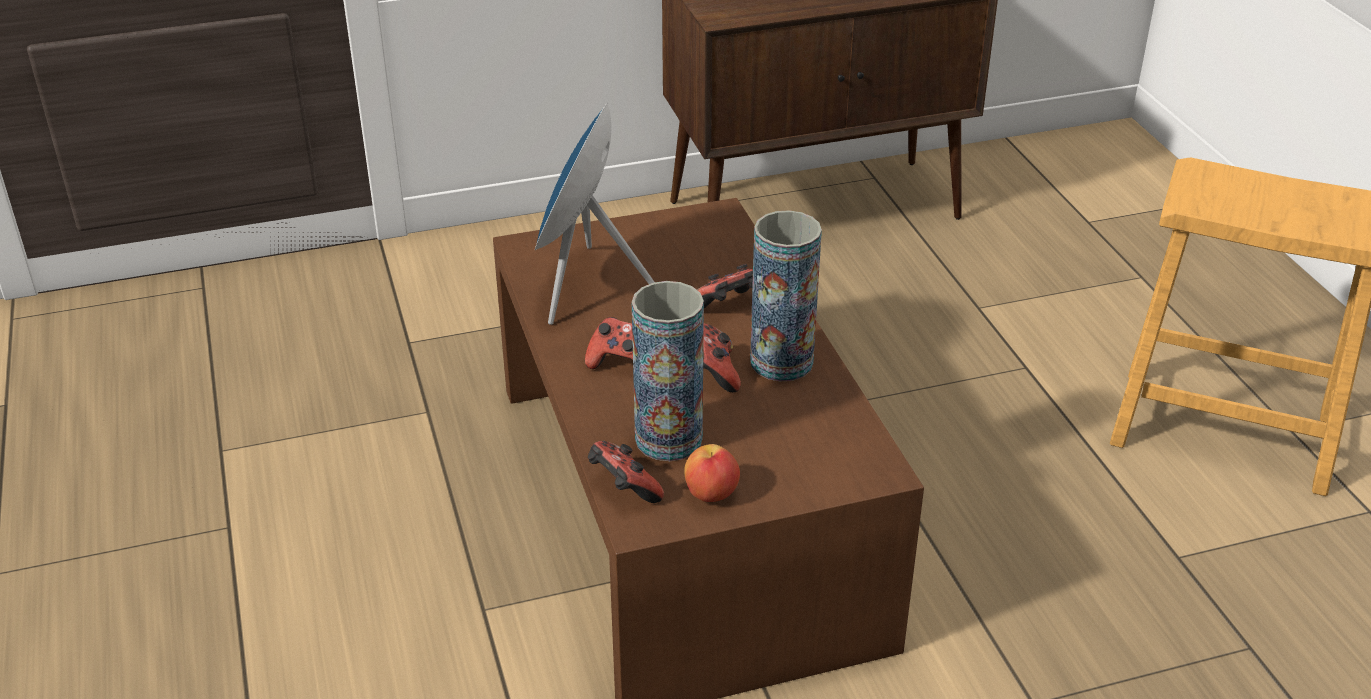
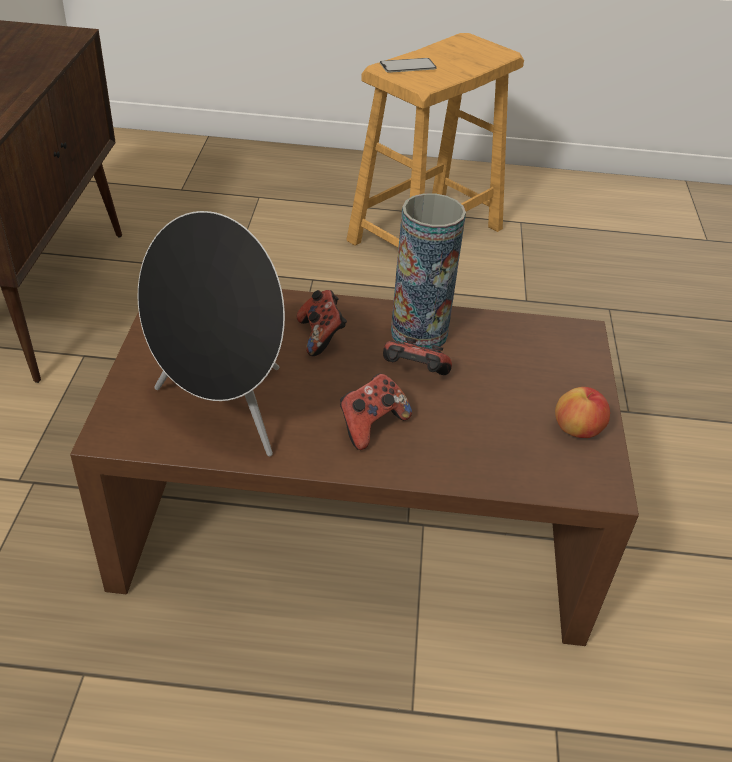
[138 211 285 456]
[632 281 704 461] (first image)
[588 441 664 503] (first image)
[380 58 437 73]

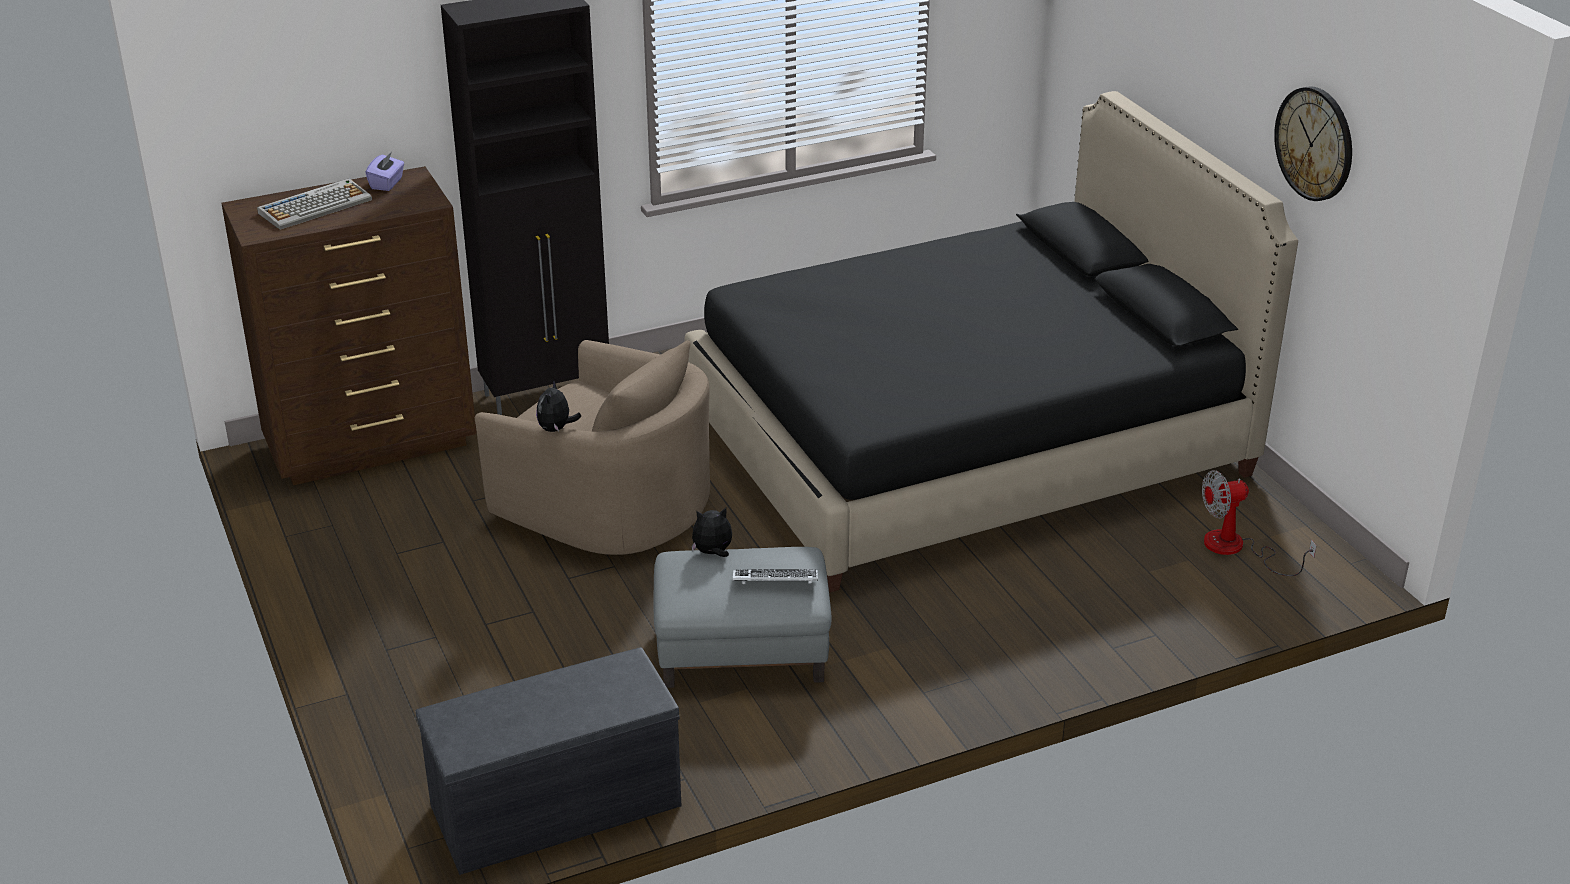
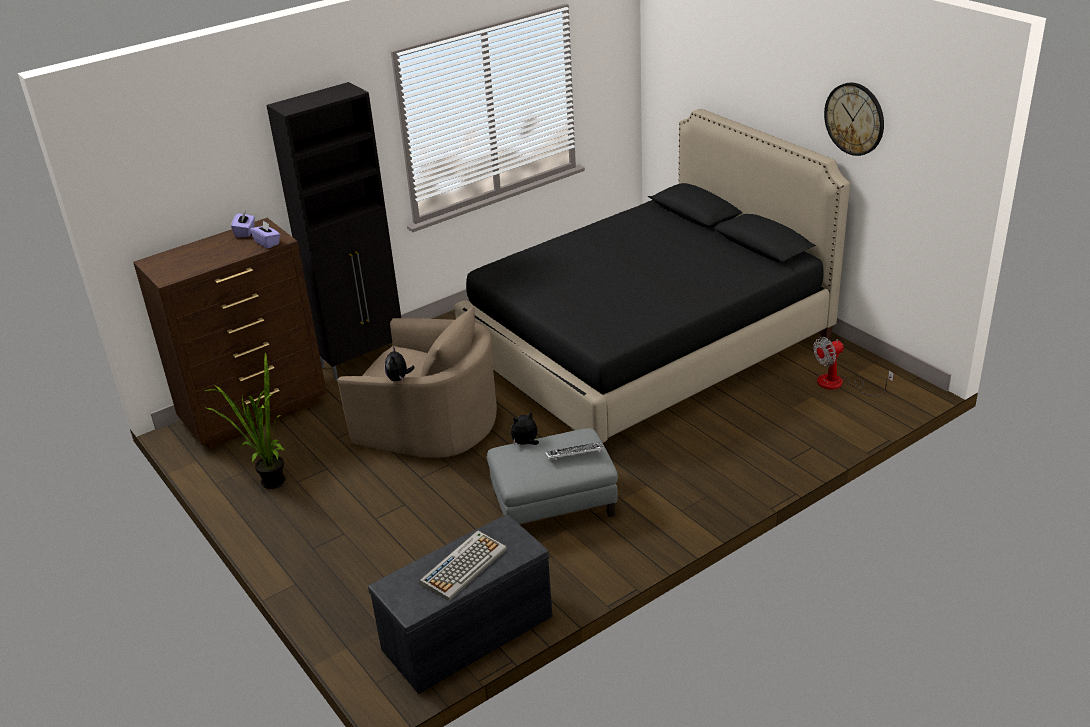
[419 531 507 601]
[250 220 280 249]
[205 353 286 489]

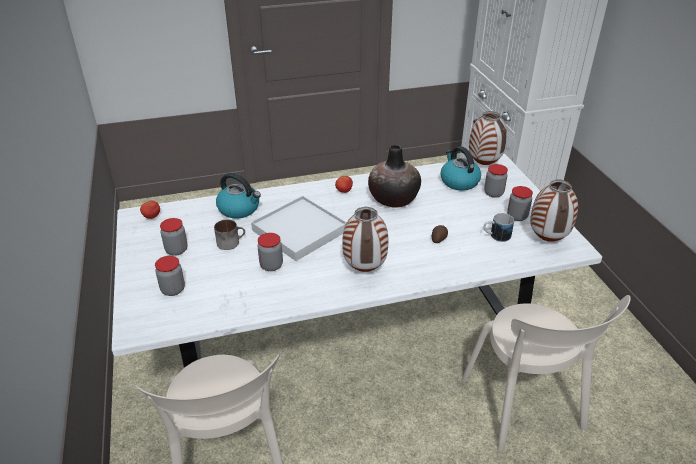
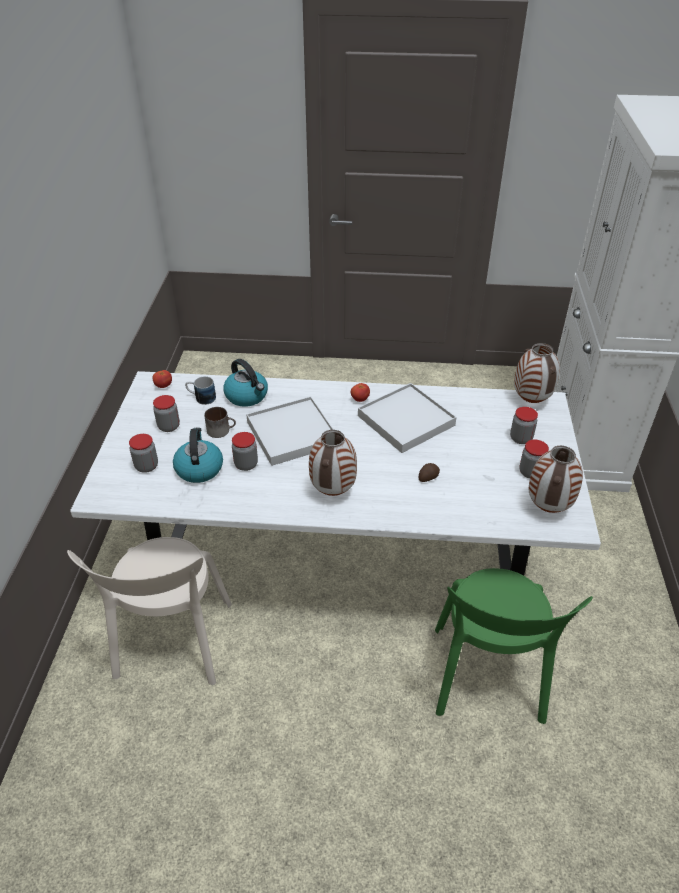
[358 383 457 453]
[173 427 223 483]
[185 376 216 405]
[435 568 593 724]

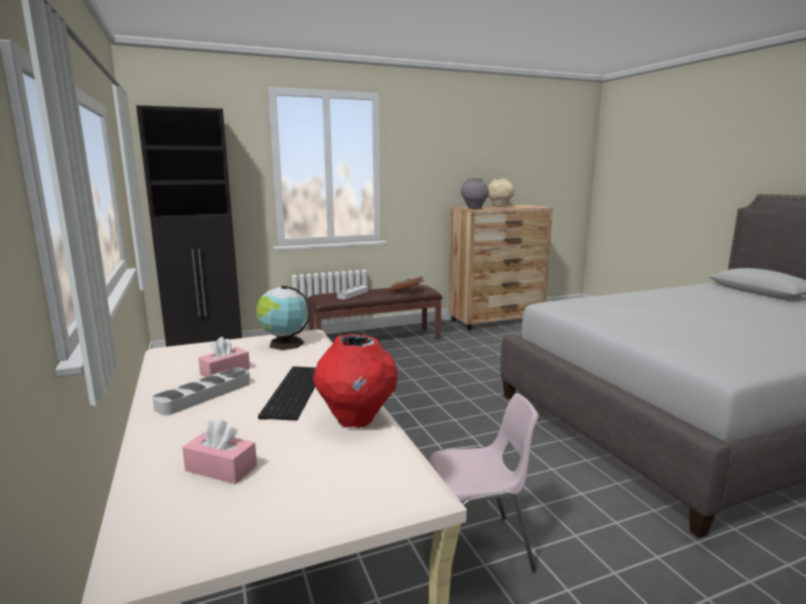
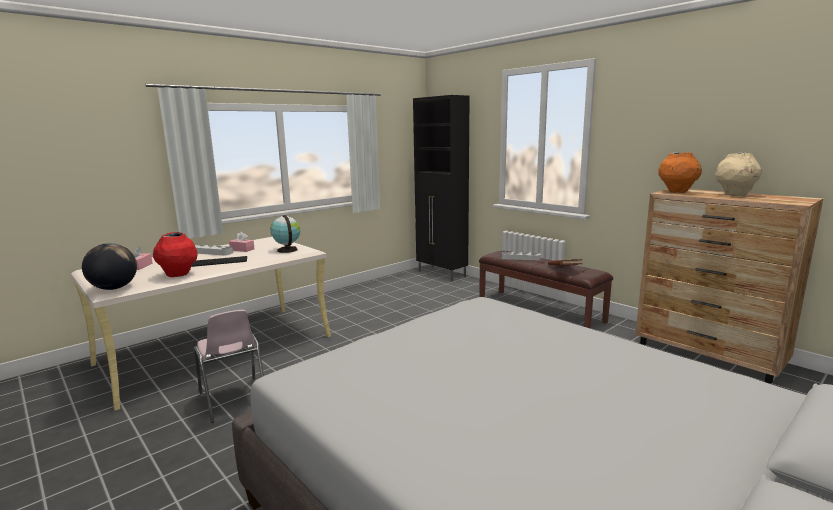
[658 152 702 193]
[82 243 137 290]

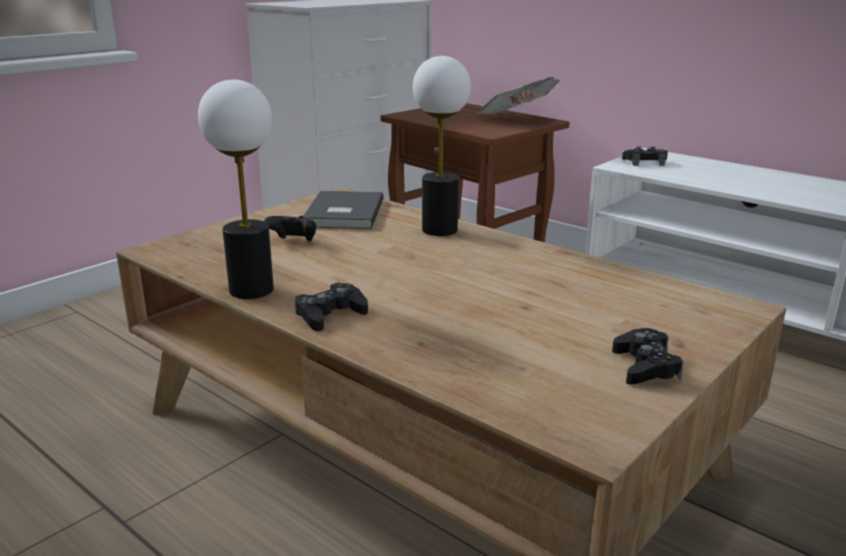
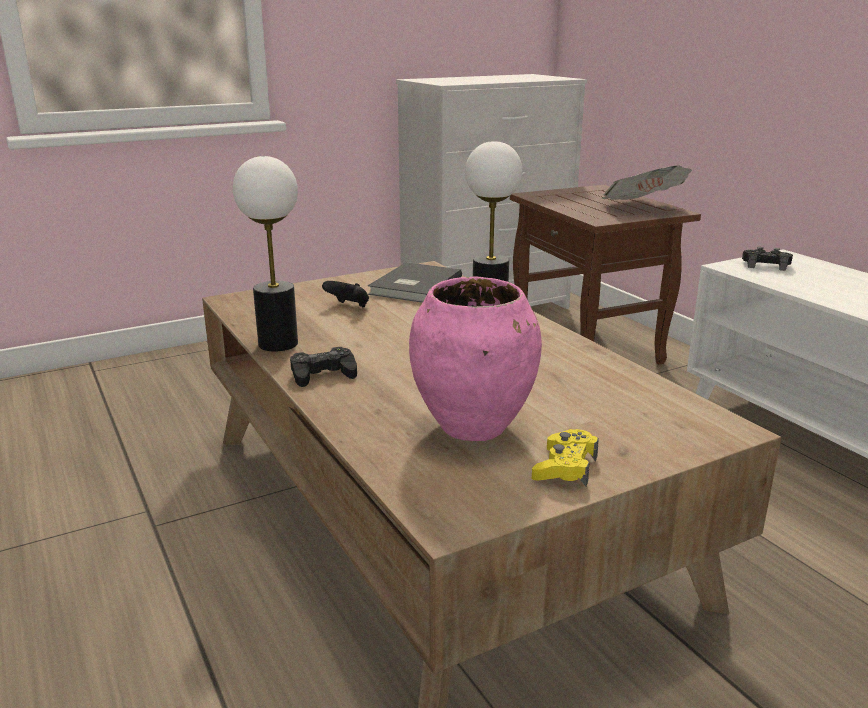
[532 429 599 486]
[409 276 542 441]

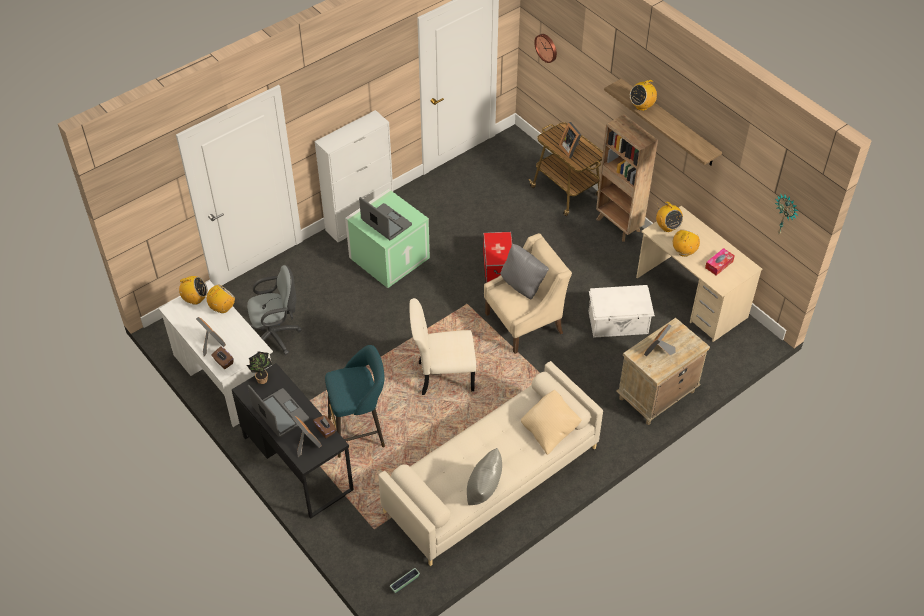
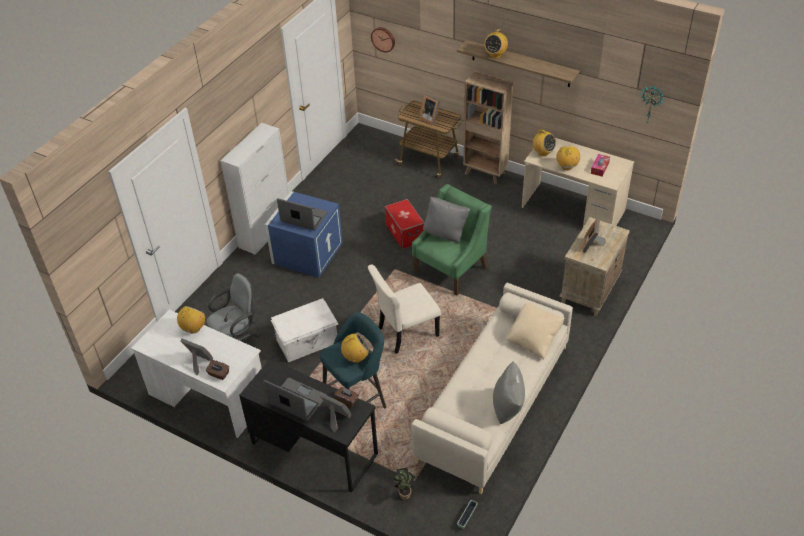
[265 191 343 278]
[412 184 492 296]
[341 333 370 363]
[271 298 338 362]
[392 467 415 500]

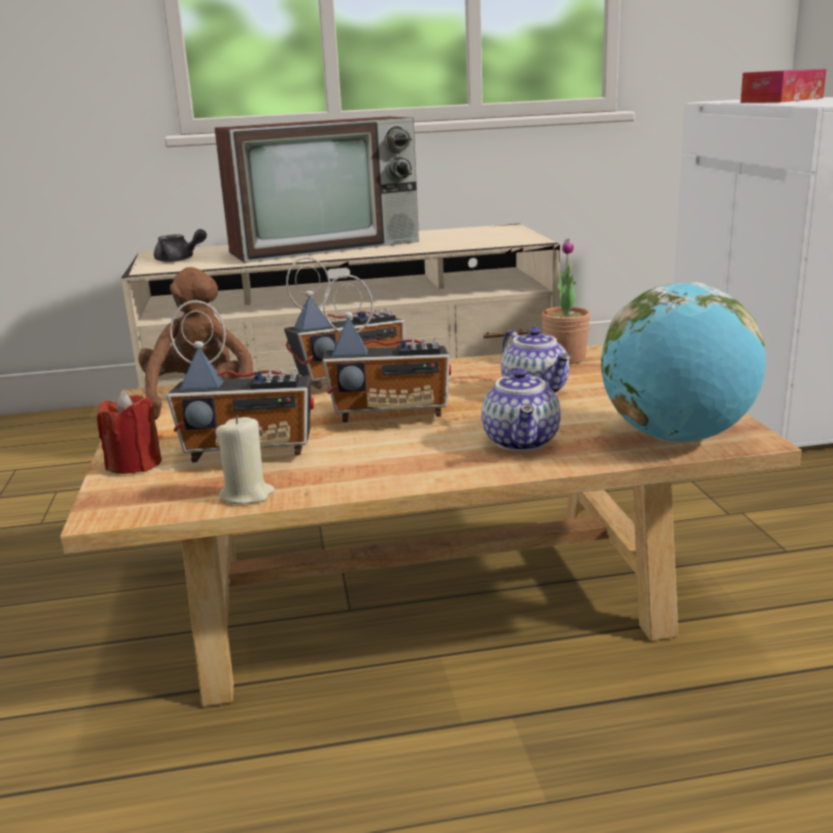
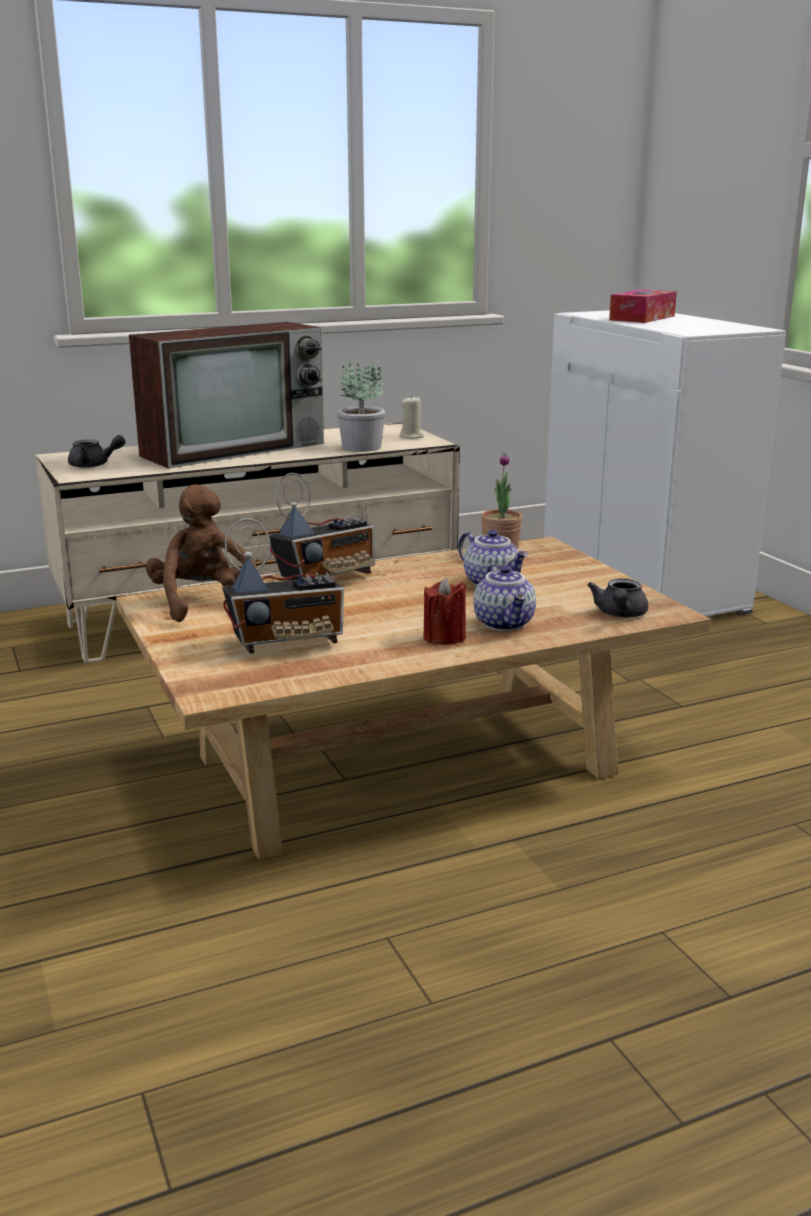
[322 275 451 422] (first image)
[587 578 648 617]
[423 577 467 645]
[399 395 424 438]
[337 362 385 452]

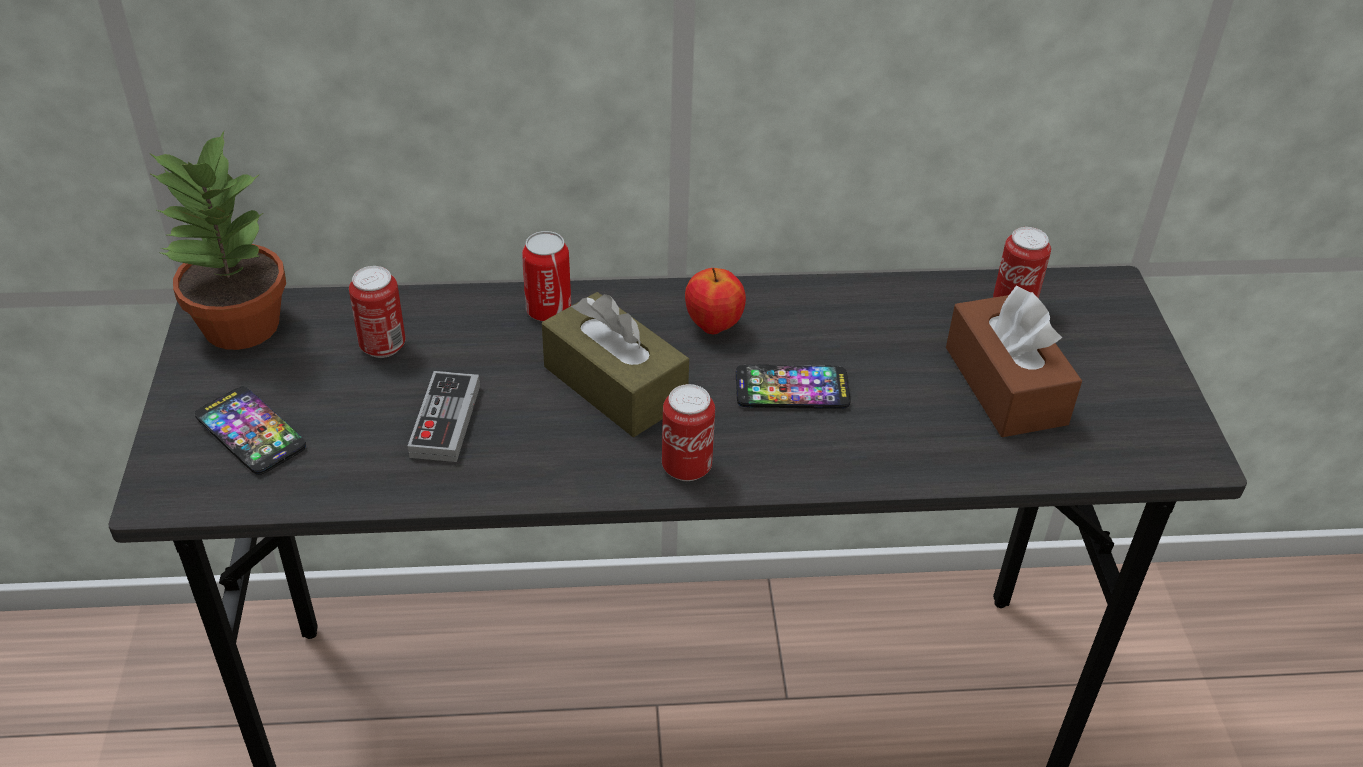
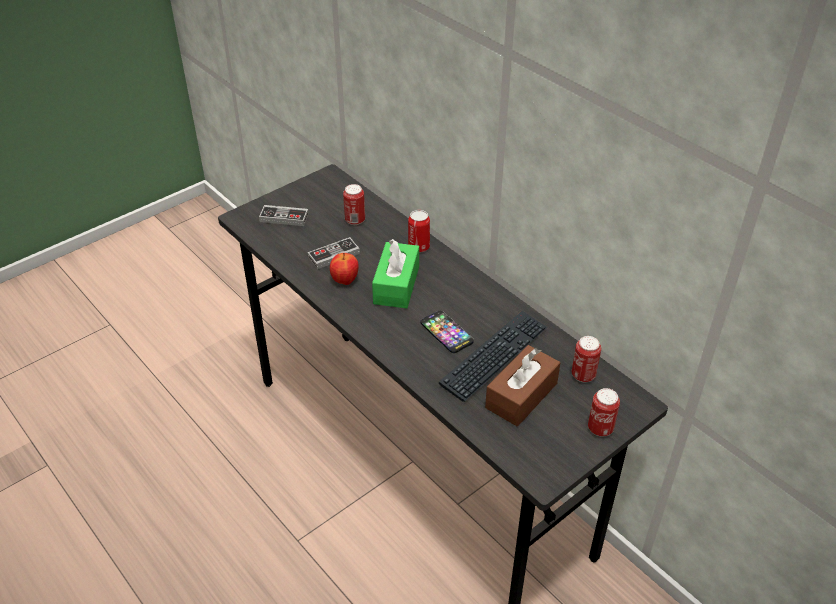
[150 131 286 350] (first image)
[330 253 359 285]
[372 239 419 308]
[588 388 620 436]
[259 205 309 226]
[439 311 547 402]

